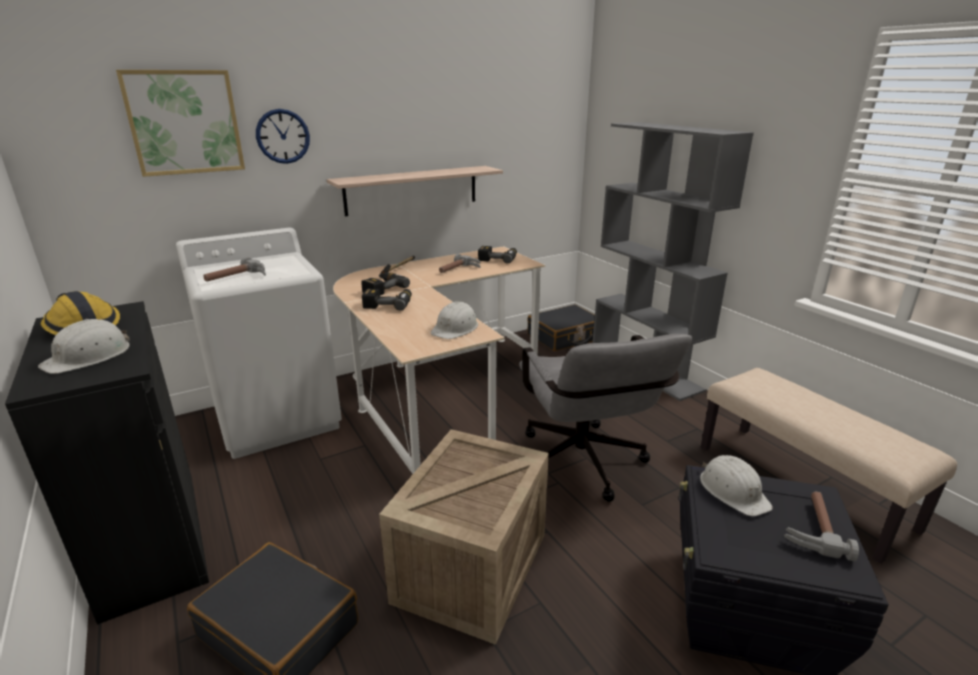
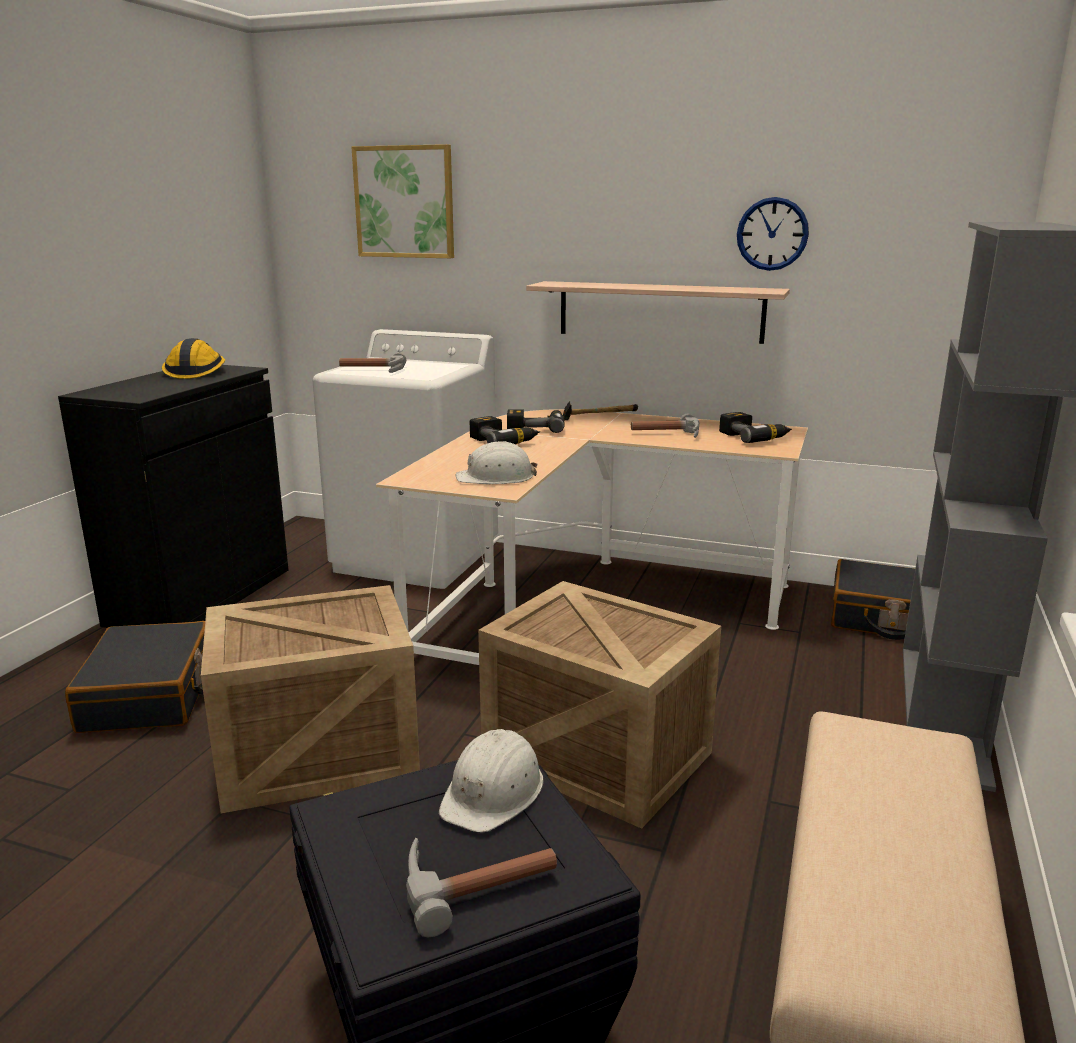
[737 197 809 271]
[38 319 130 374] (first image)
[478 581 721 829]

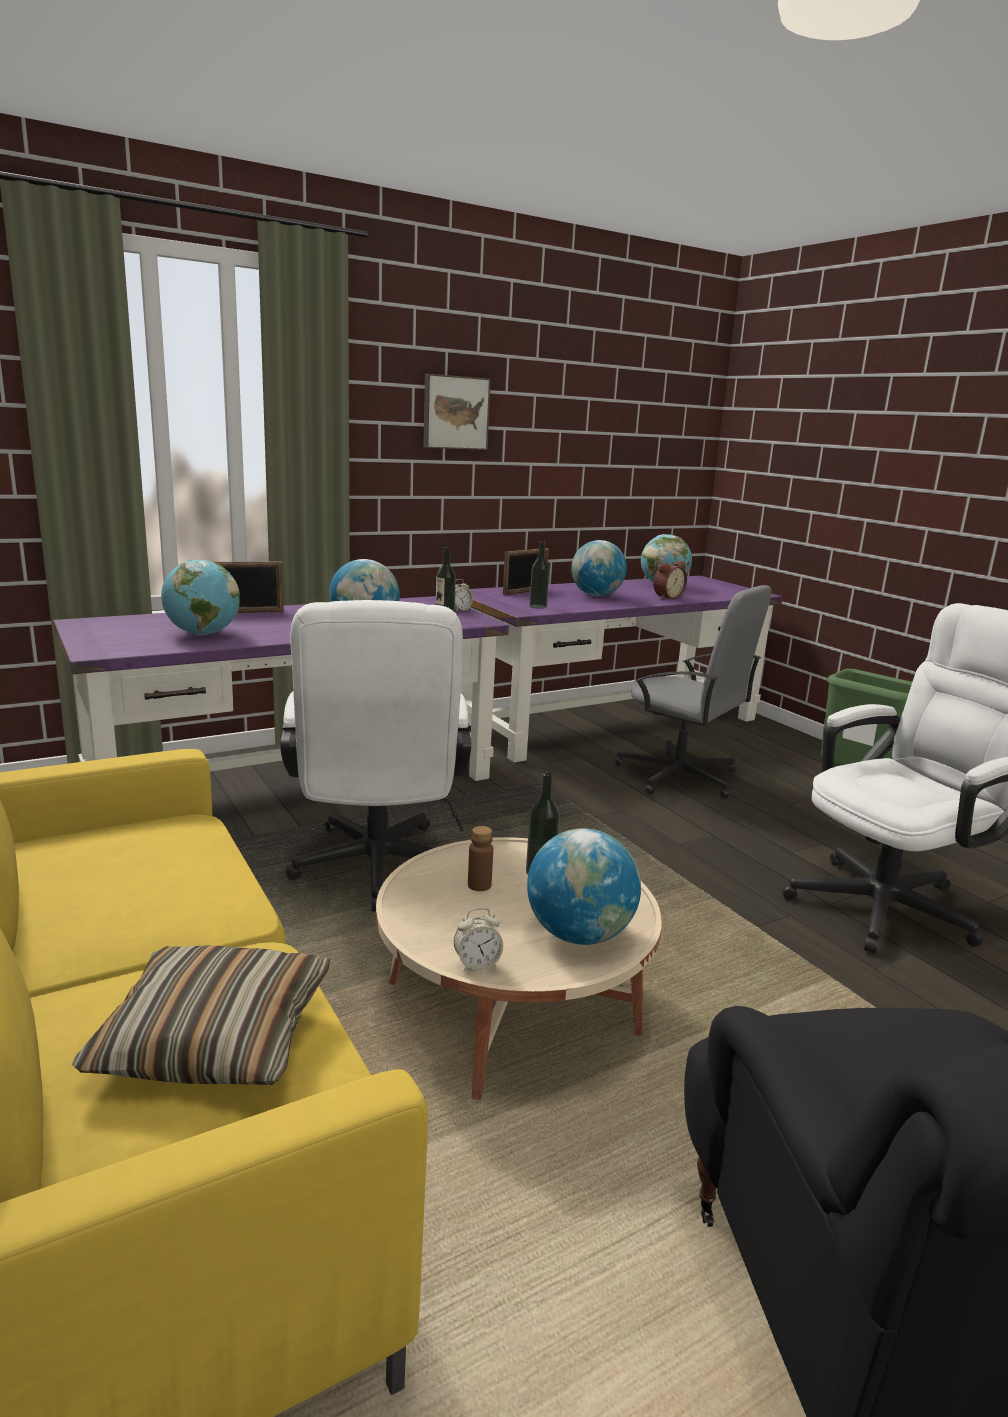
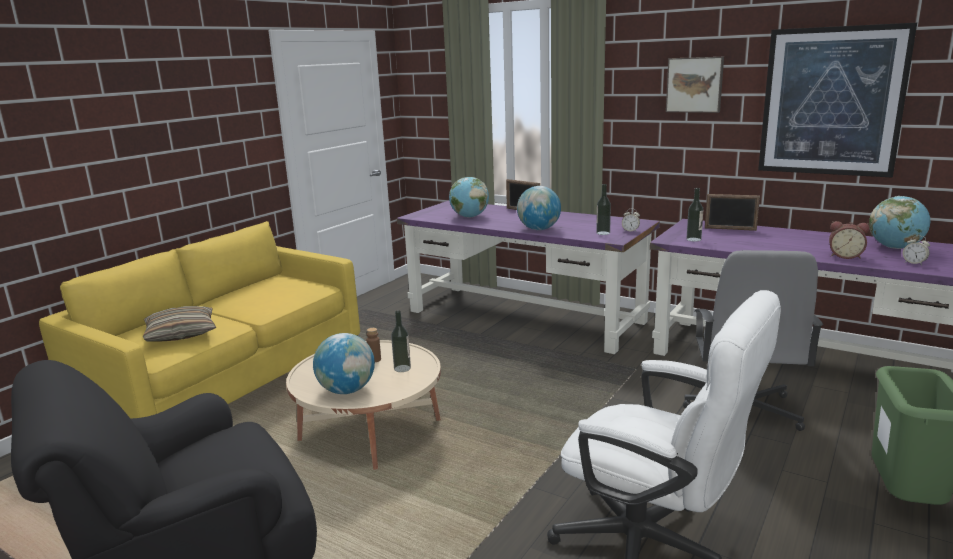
[571 540 627 596] (first image)
[280 600 471 911] (first image)
[903 236 930 265]
[758 23 917 178]

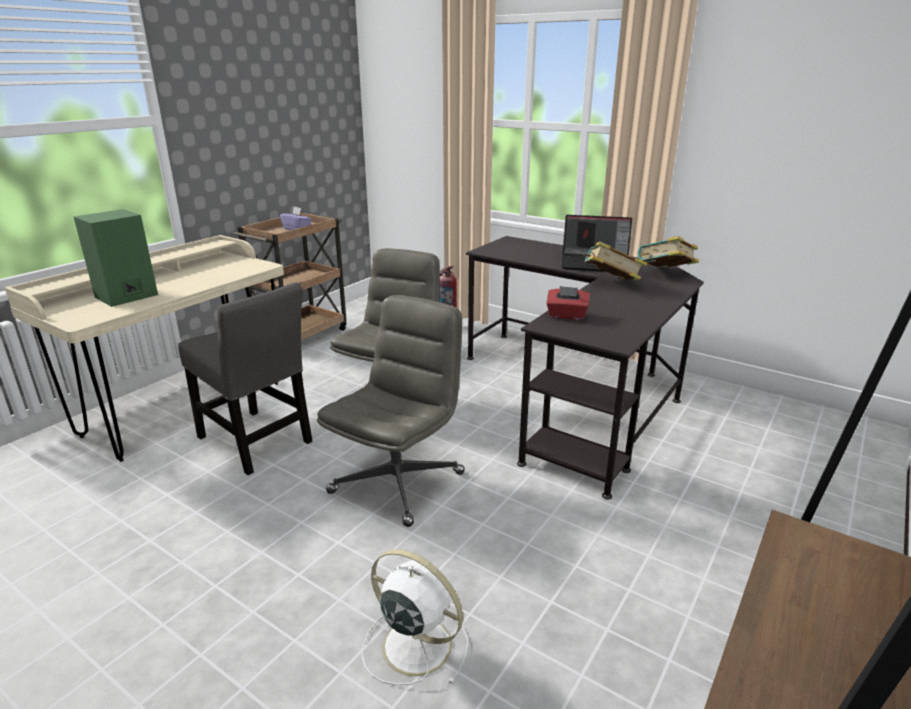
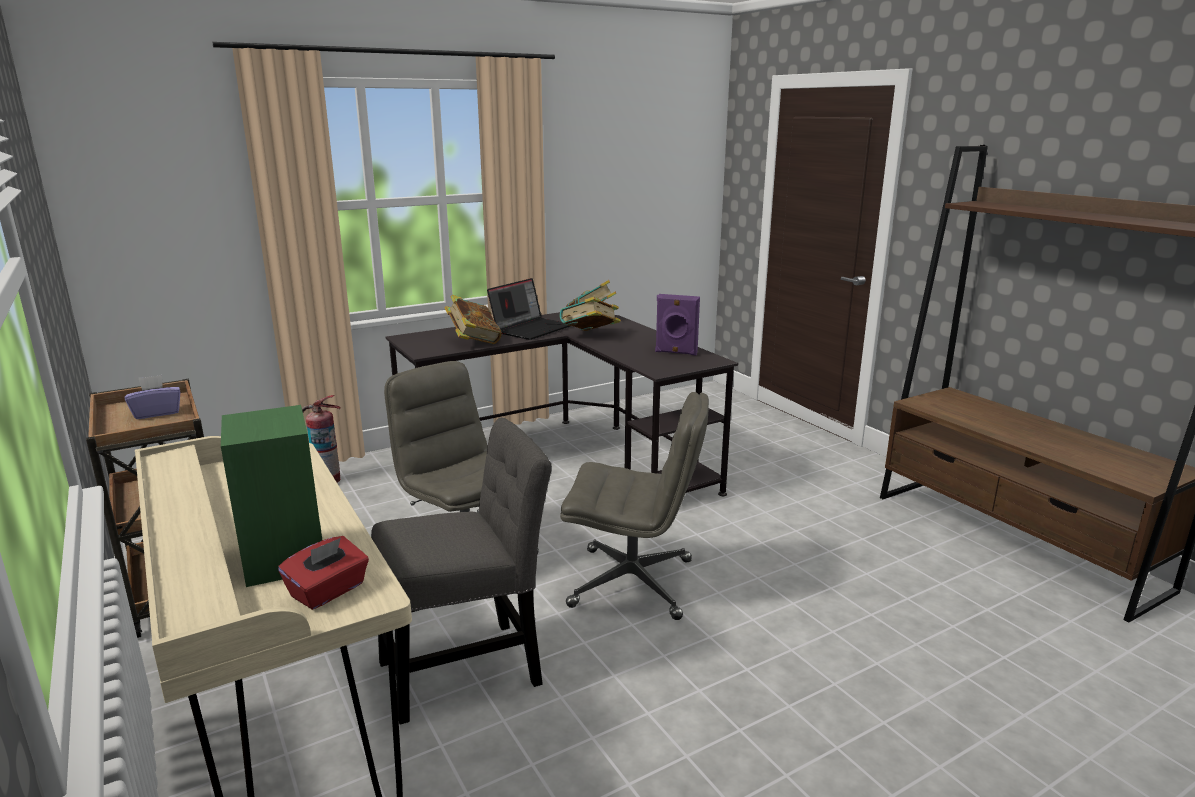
[278 536 369 610]
[560 392 709 620]
[362 549 468 685] (first image)
[655 294 700 355]
[445 295 501 344]

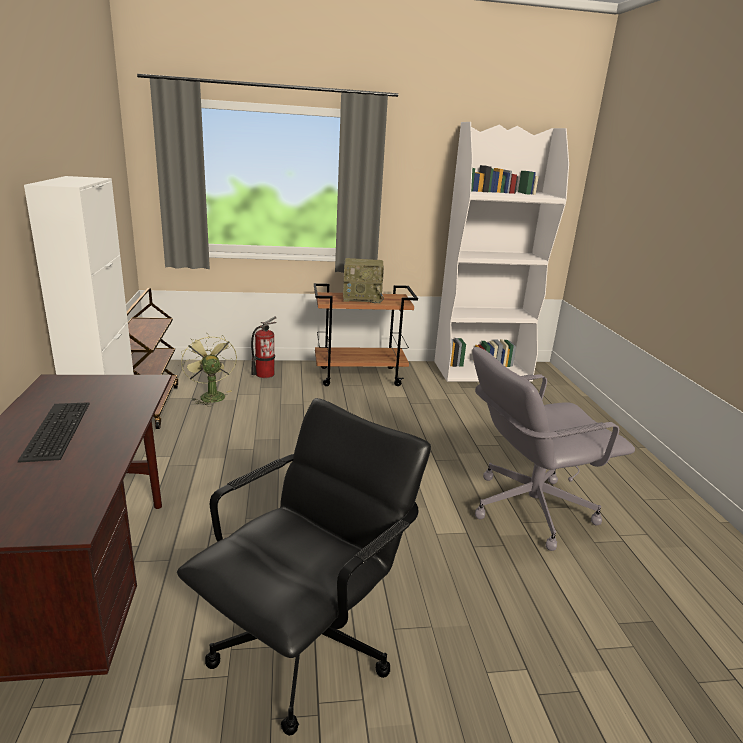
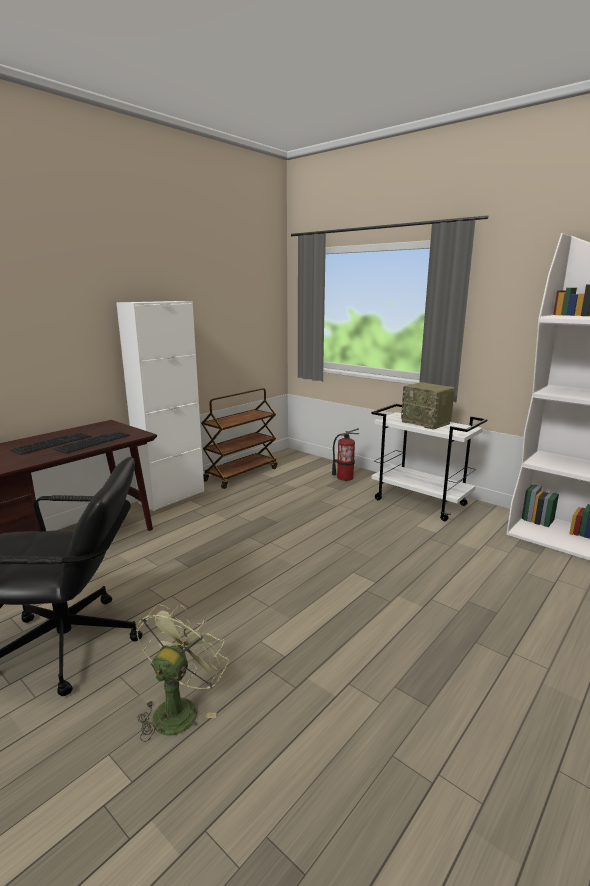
[371 404 488 521]
[136 604 229 742]
[472 347 635 551] (first image)
[54 431 130 454]

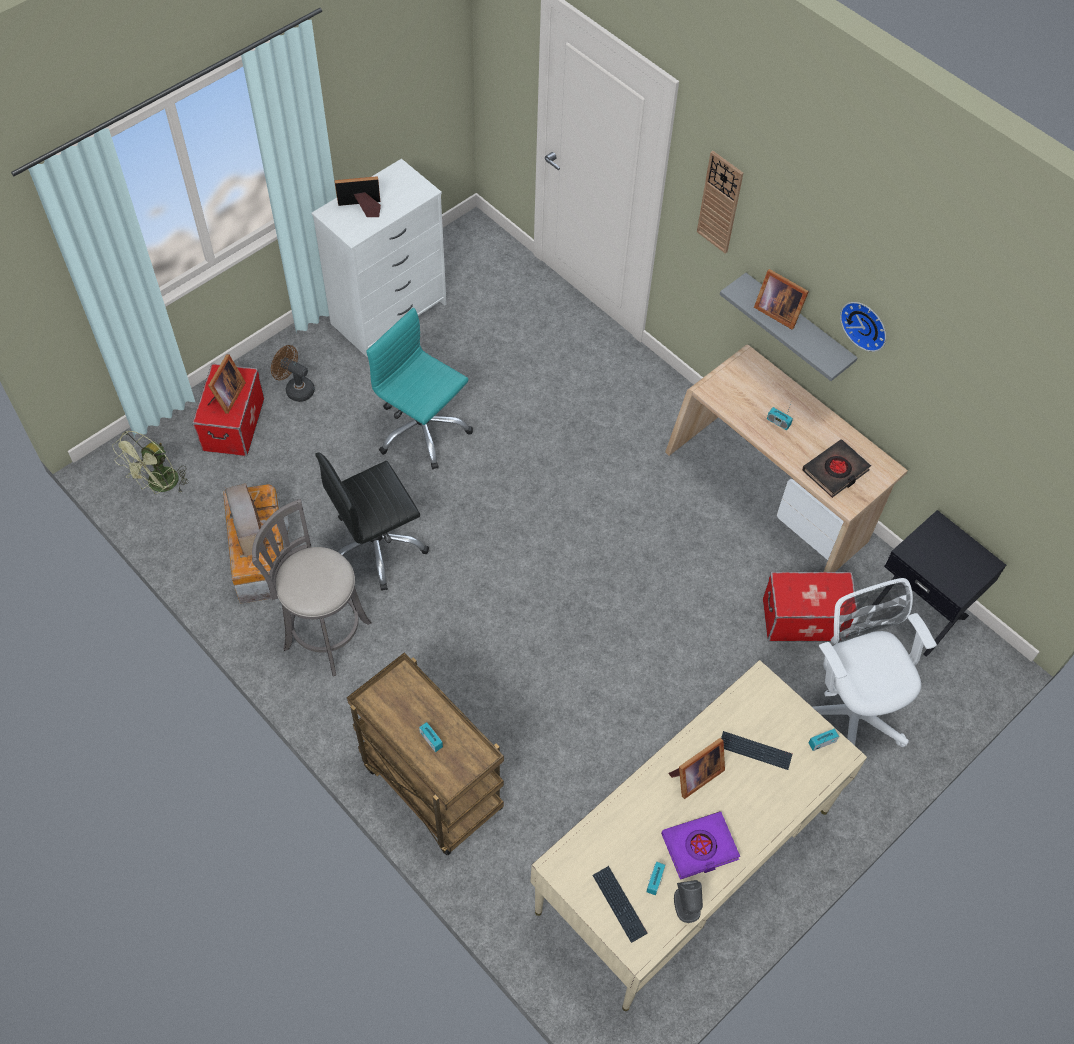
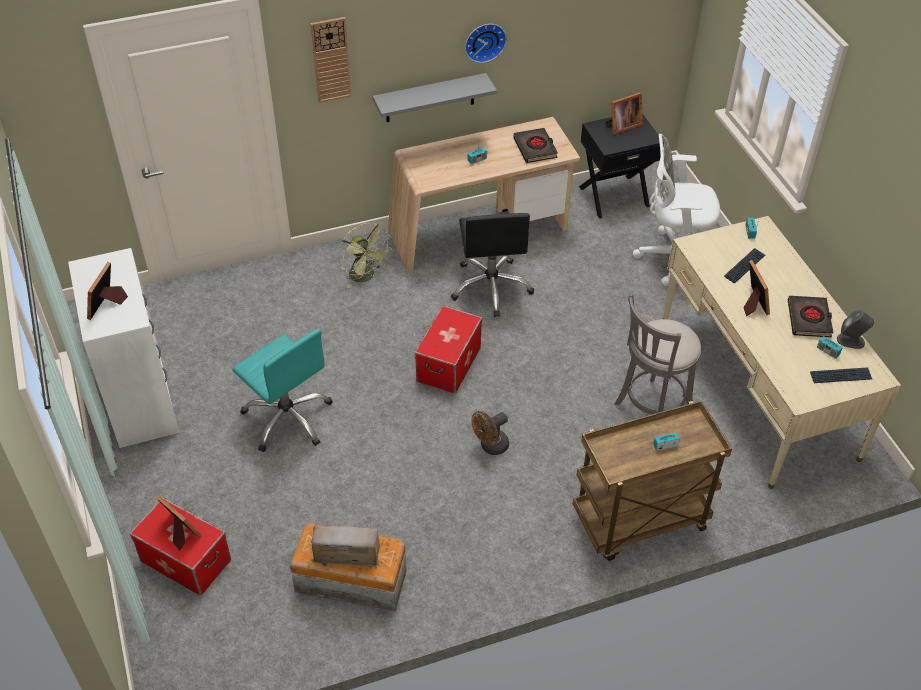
[606 93 643 135]
[232 329 333 452]
[471 411 509 455]
[338 223 393 289]
[451 213 534 317]
[615 294 701 414]
[415 306 482 394]
[788 296 833 338]

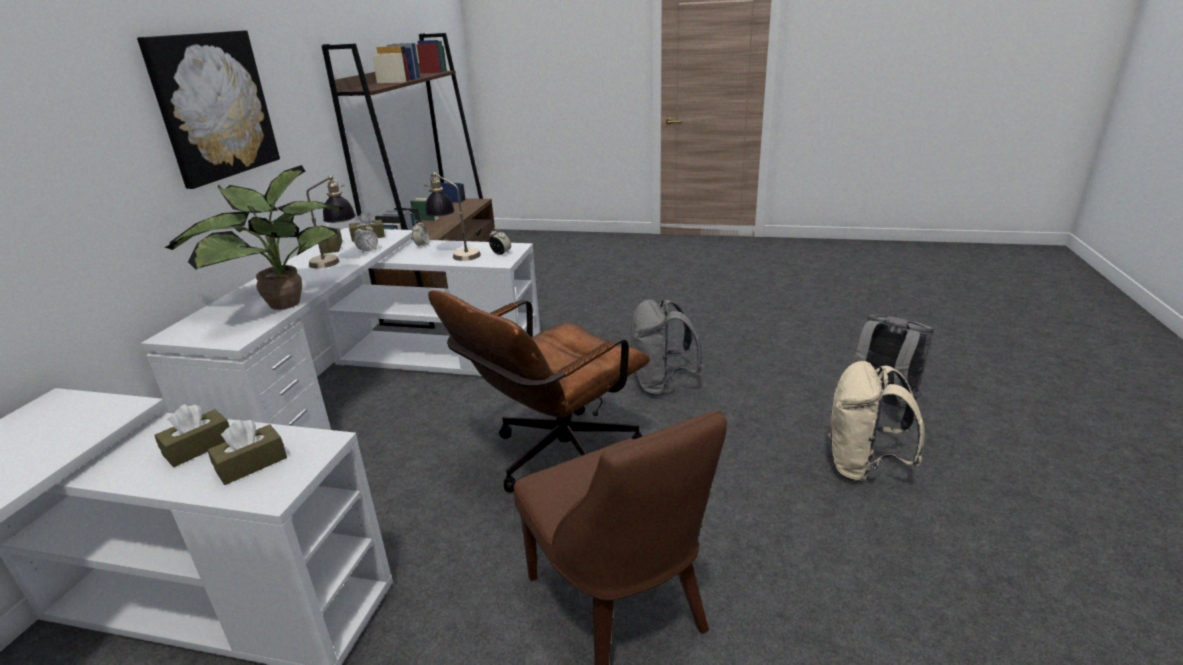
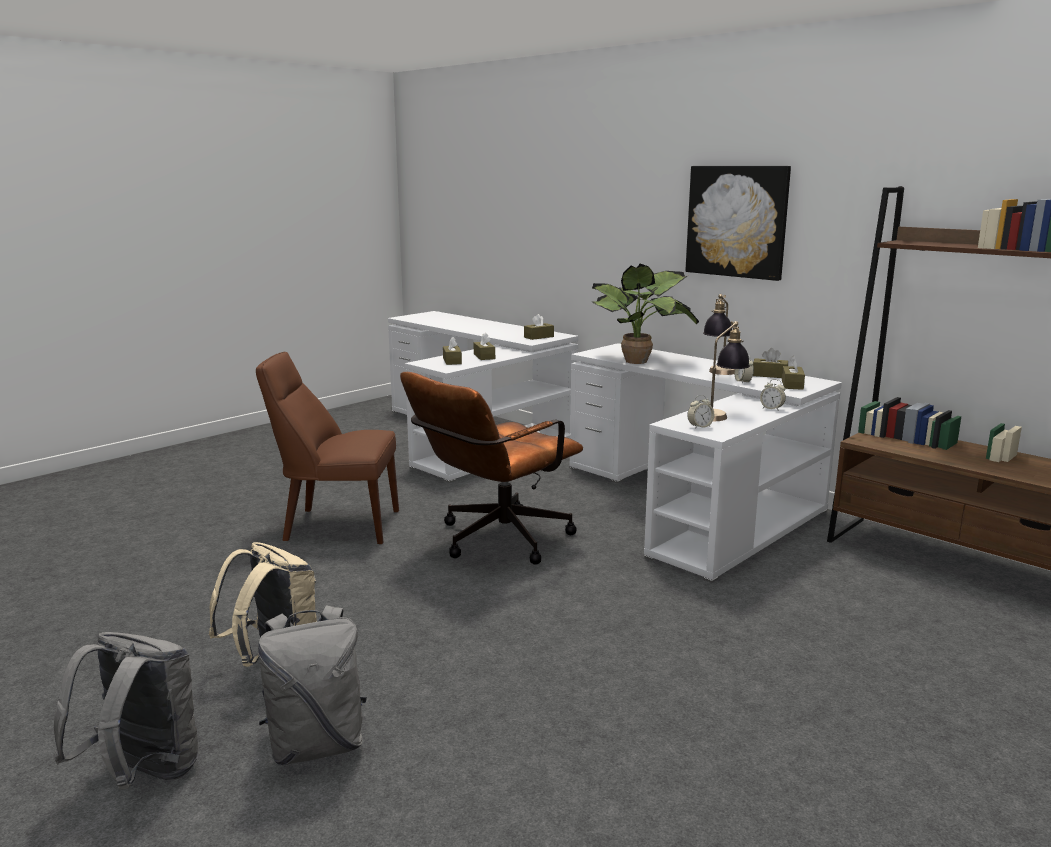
[400 372 583 565]
[53 632 199 789]
[524 314 554 340]

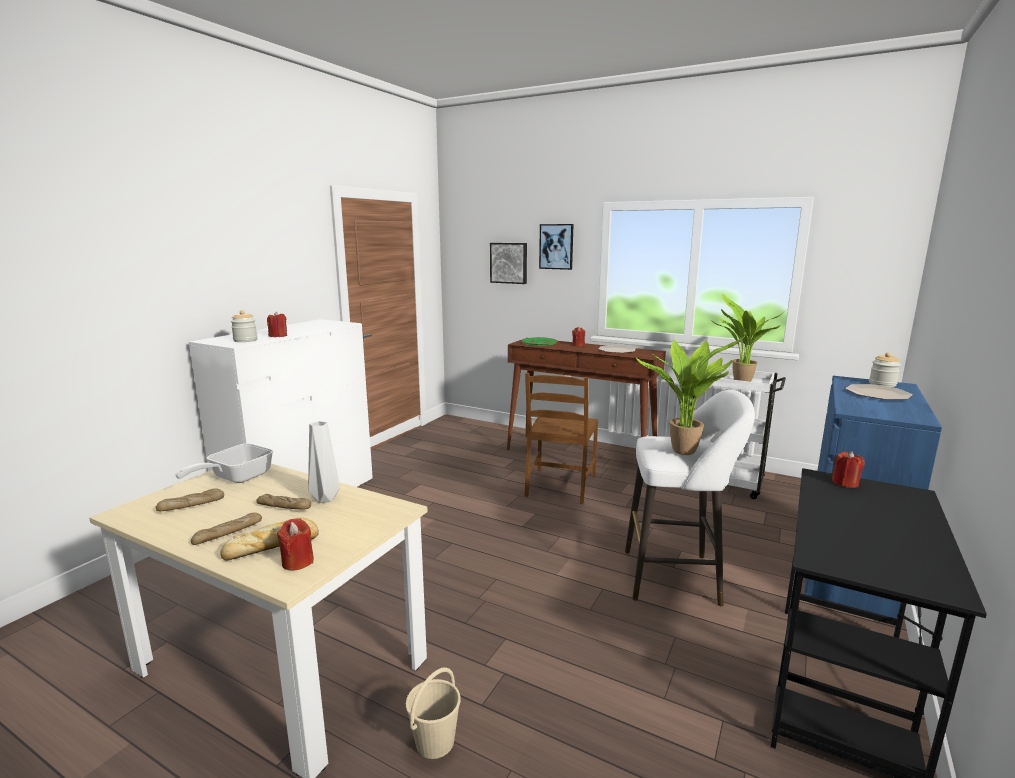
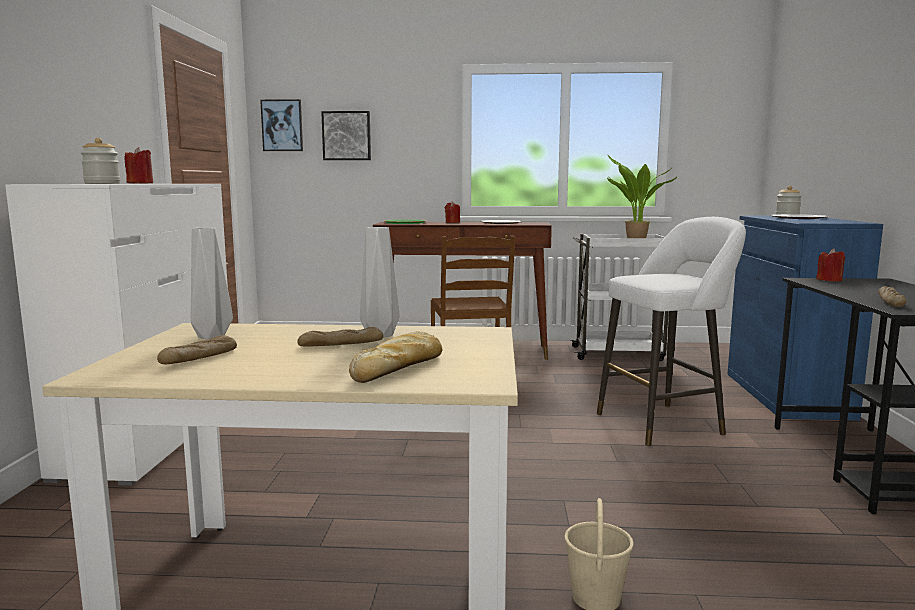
[260 99 303 151]
[636 335 746 455] (first image)
[191 227 233 340]
[878 286 906 307]
[277 519 314 571] (first image)

